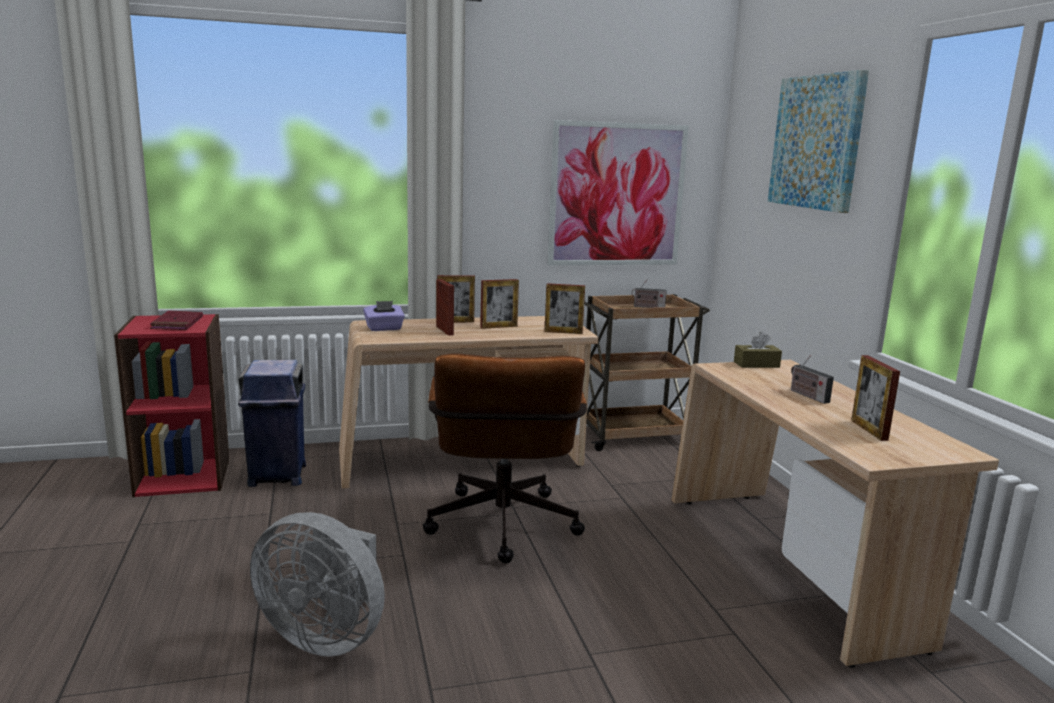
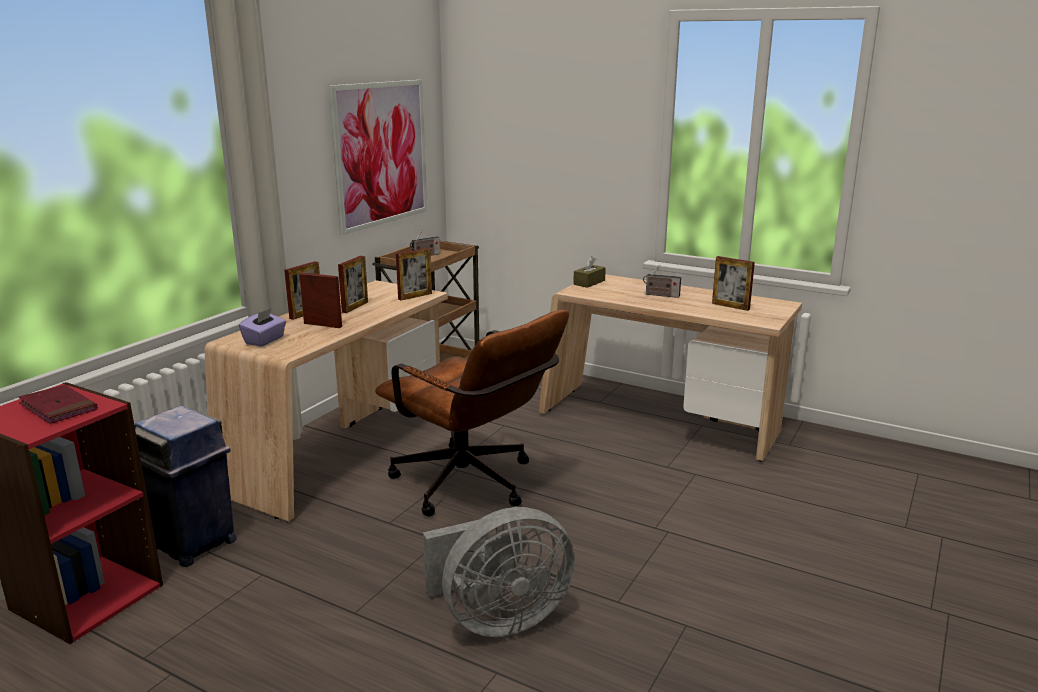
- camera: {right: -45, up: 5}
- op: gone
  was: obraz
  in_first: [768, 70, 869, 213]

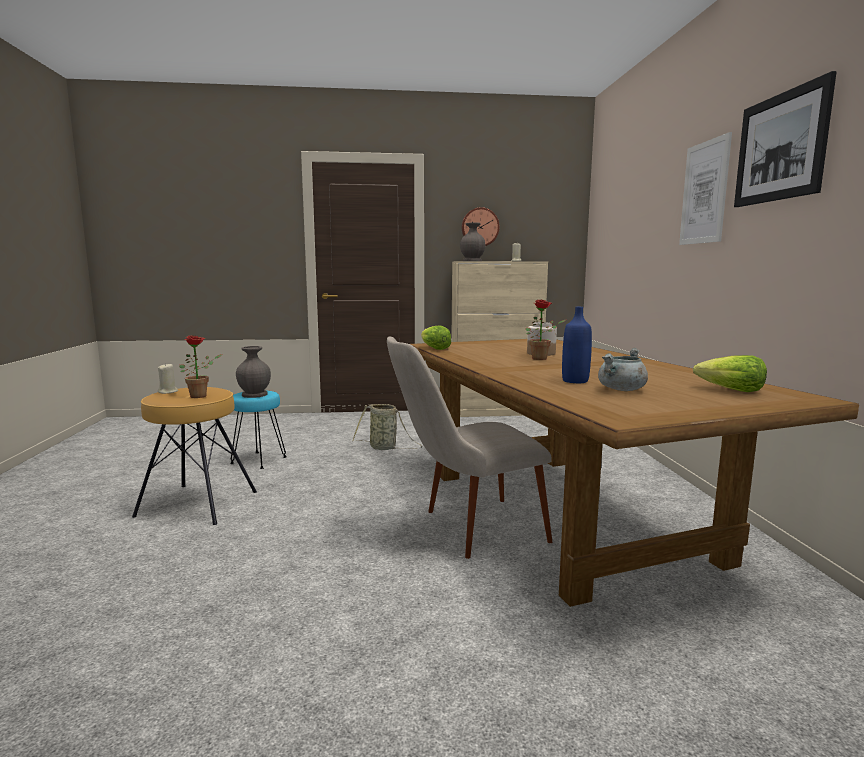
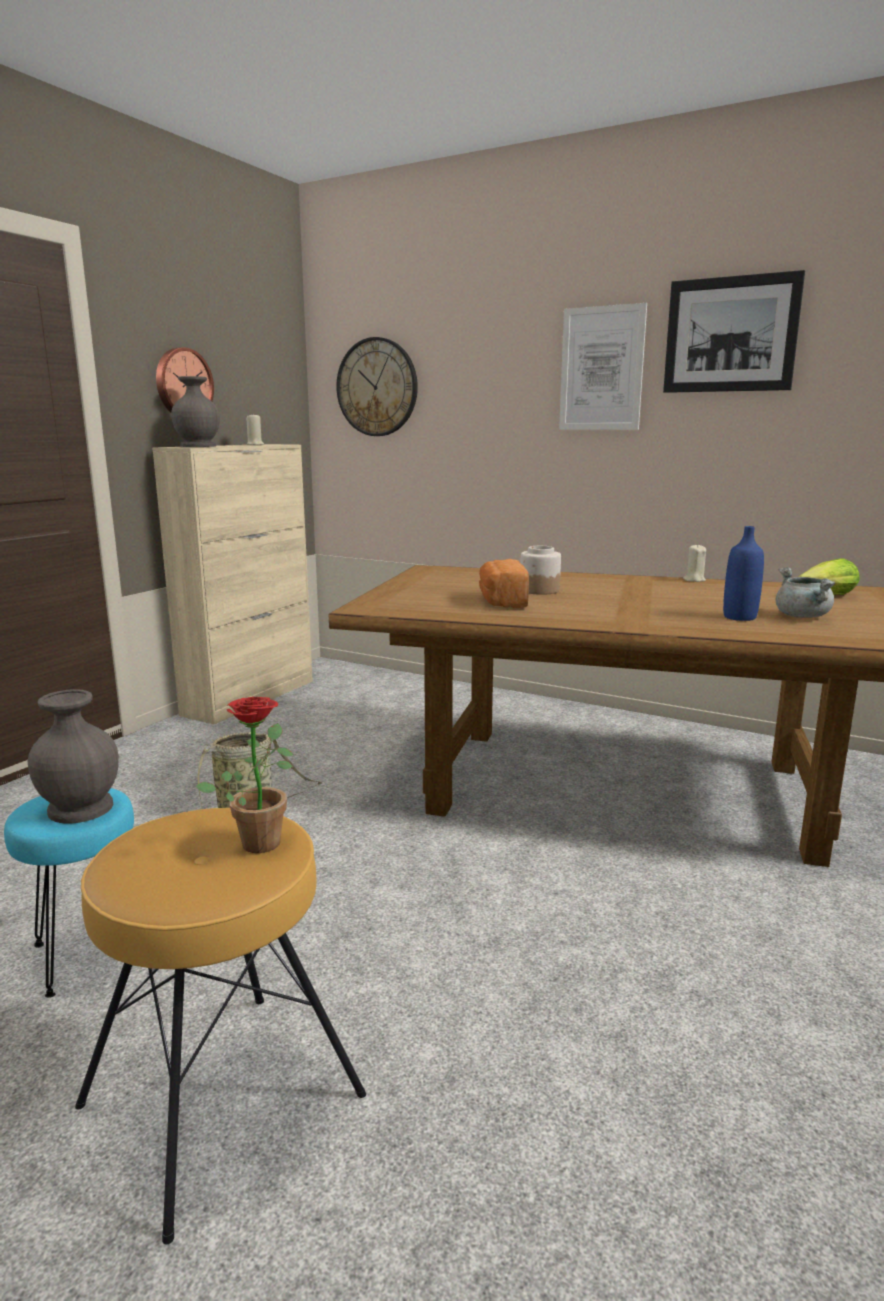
- camera: {right: -55, up: 5}
- op: shifted
  was: świeca [beżowy]
  in_first: [158, 363, 178, 394]
  in_second: [683, 544, 706, 582]
- op: gone
  was: krzesło [beżowy]
  in_first: [387, 336, 552, 559]
- op: gone
  was: sałata
  in_first: [421, 326, 451, 350]
- op: gone
  was: roślina doniczkowa
  in_first: [525, 299, 566, 360]
- op: new
  now: zegar ścienny
  in_second: [336, 337, 418, 436]
- op: new
  now: chleb
  in_second: [479, 559, 529, 608]

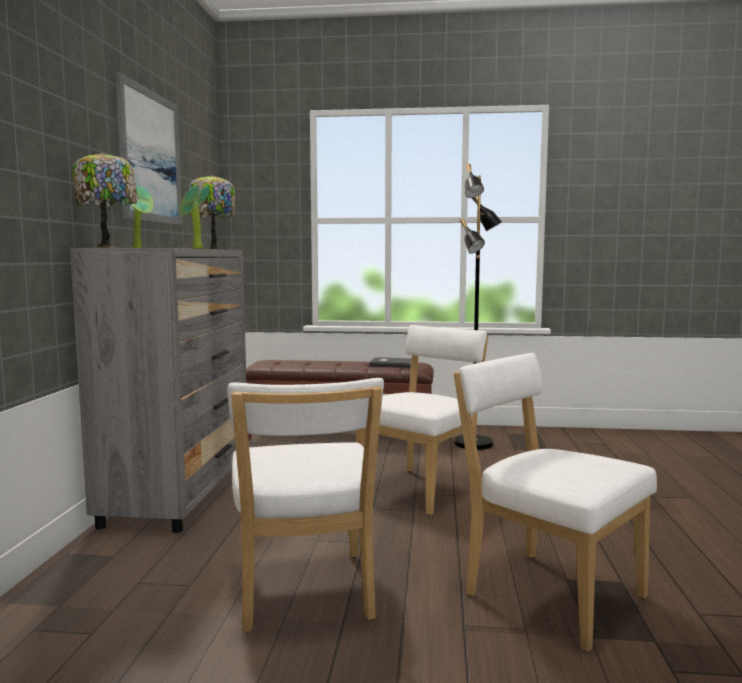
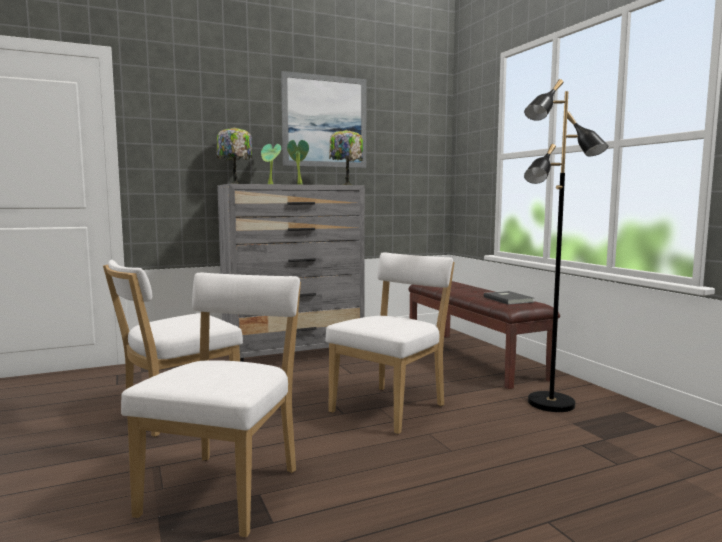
- camera: {right: 60, up: 0}
- op: rotated
  was: krzesło [biały]
  in_first: [356, 325, 488, 516]
  in_second: [325, 253, 455, 434]
  clockwise: -60

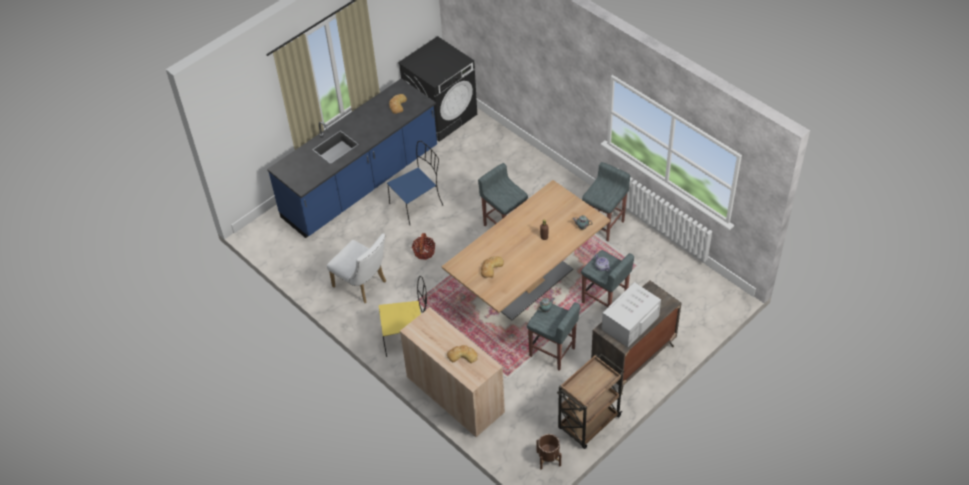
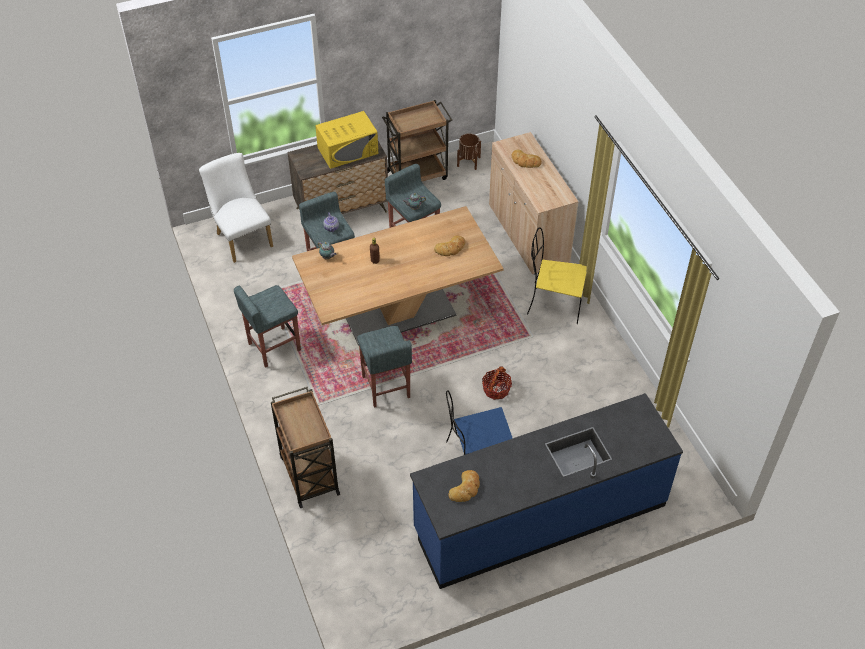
- camera: {right: -160, up: 0}
- op: shifted
  was: krzesło [biały]
  in_first: [327, 233, 386, 303]
  in_second: [199, 153, 273, 263]
- op: gone
  was: pralka [czarny]
  in_first: [398, 36, 477, 142]
- op: repainted
  was: mikrofalówka [biały]
  now: mikrofalówka [żółty]
  in_first: [602, 282, 661, 347]
  in_second: [315, 111, 378, 169]
- op: new
  now: wózek [brązowy]
  in_second: [271, 387, 340, 508]

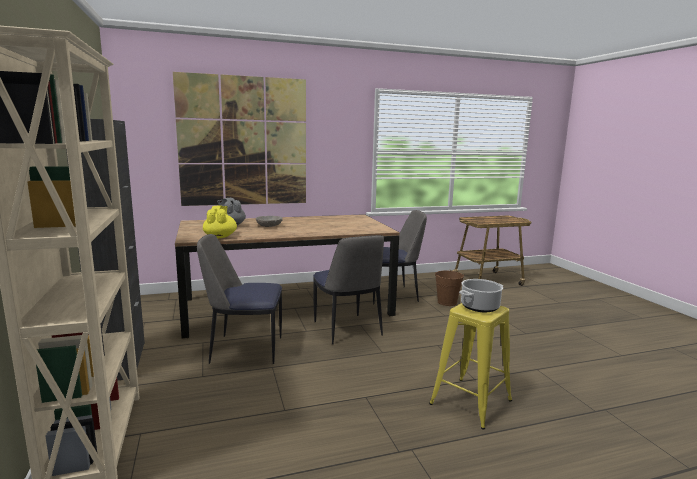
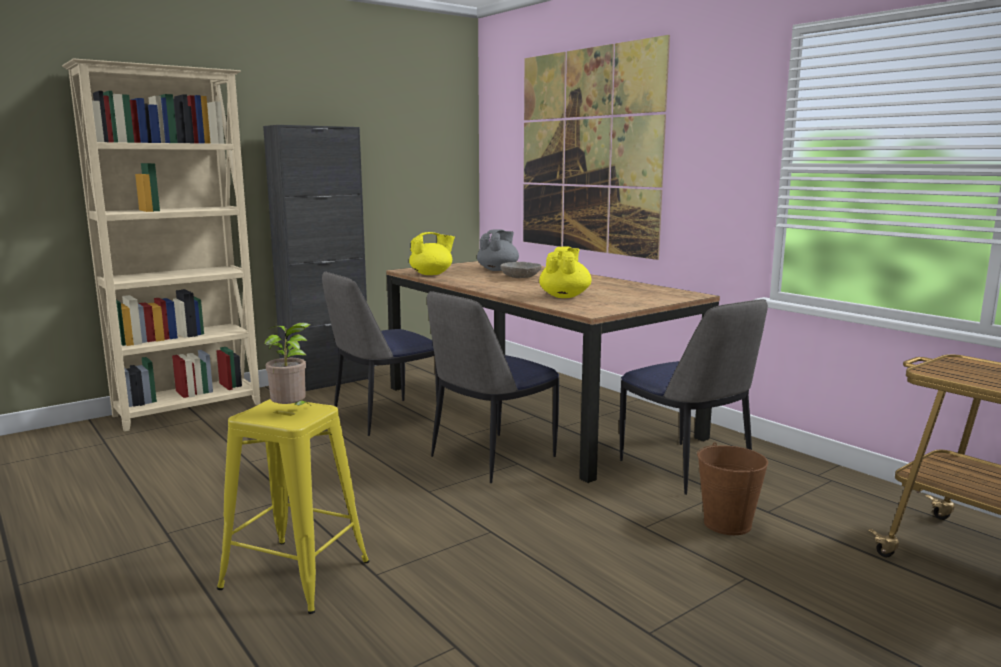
- camera: {right: 70, up: 0}
- op: rotated
  was: krzesło
  in_first: [197, 234, 282, 364]
  in_second: [322, 271, 439, 436]
  clockwise: -105
- op: swapped
  was: garnek
  now: roślina doniczkowa
  in_first: [459, 279, 503, 312]
  in_second: [264, 323, 310, 405]
- op: new
  now: imbryk [żółty]
  in_second: [539, 246, 592, 298]

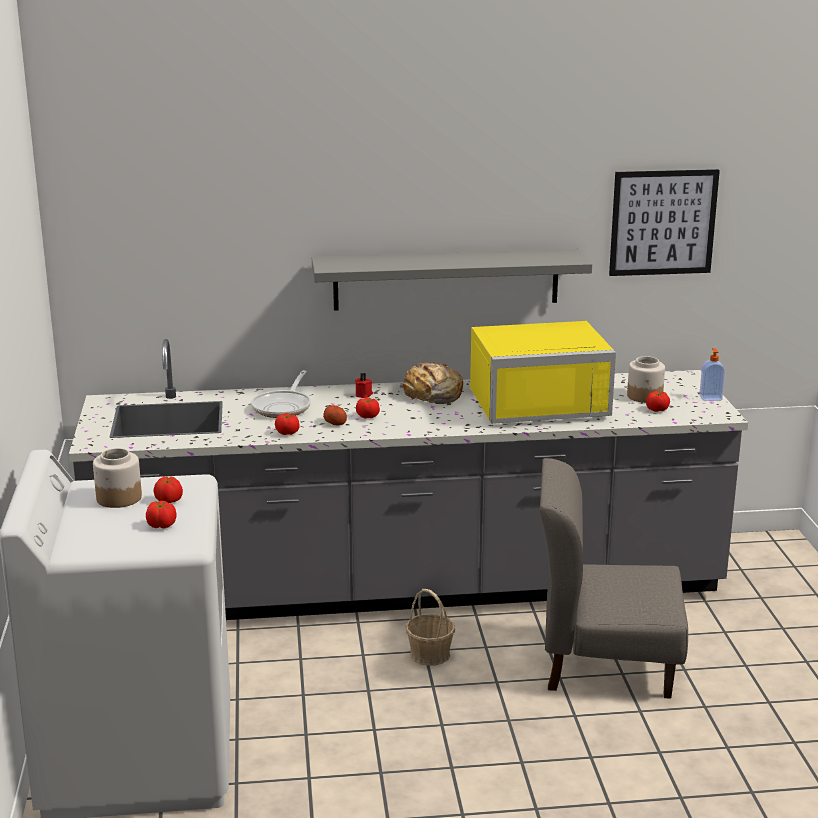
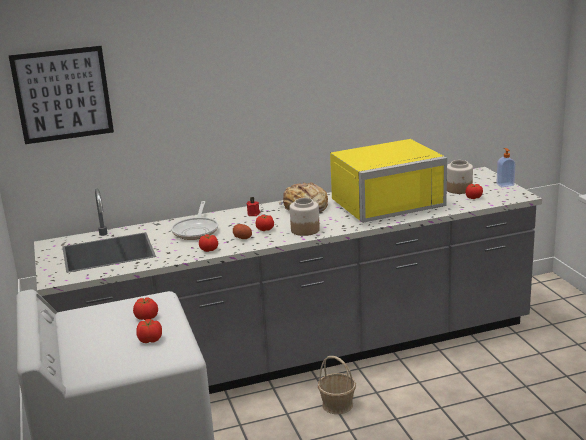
- camera: {right: -10, up: 0}
- op: shifted
  was: słoik
  in_first: [93, 448, 142, 508]
  in_second: [290, 198, 320, 236]
- op: gone
  was: półka [szary]
  in_first: [312, 249, 592, 311]
- op: gone
  was: krzesło [szary]
  in_first: [540, 458, 688, 699]
- op: shifted
  was: obraz
  in_first: [609, 169, 720, 276]
  in_second: [9, 46, 114, 144]

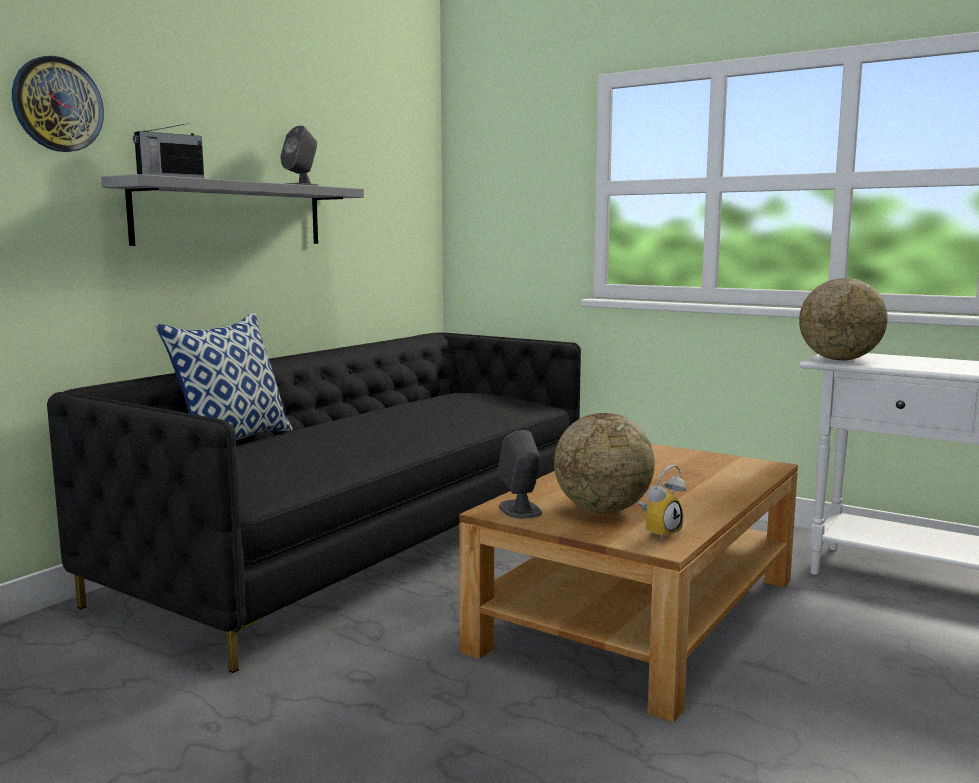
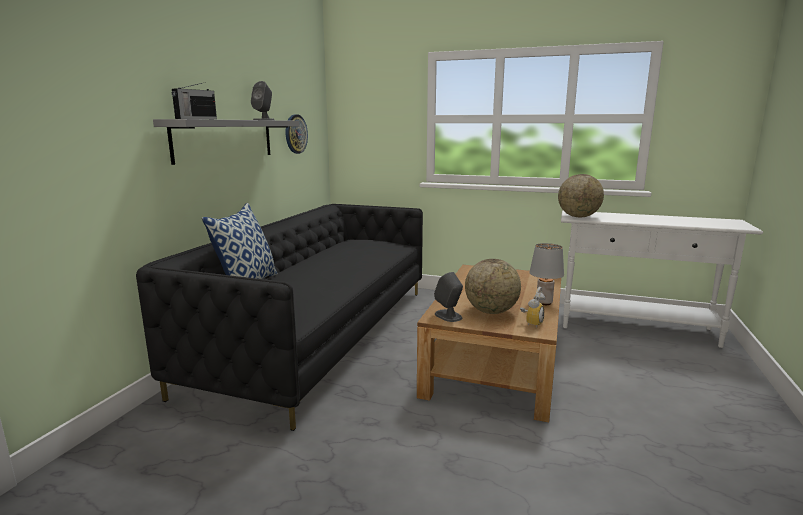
- camera: {right: -15, up: 5}
- op: shifted
  was: zegar ścienny
  in_first: [12, 56, 104, 152]
  in_second: [286, 114, 308, 154]
- op: new
  now: lampa stołowa [szary]
  in_second: [530, 243, 564, 305]

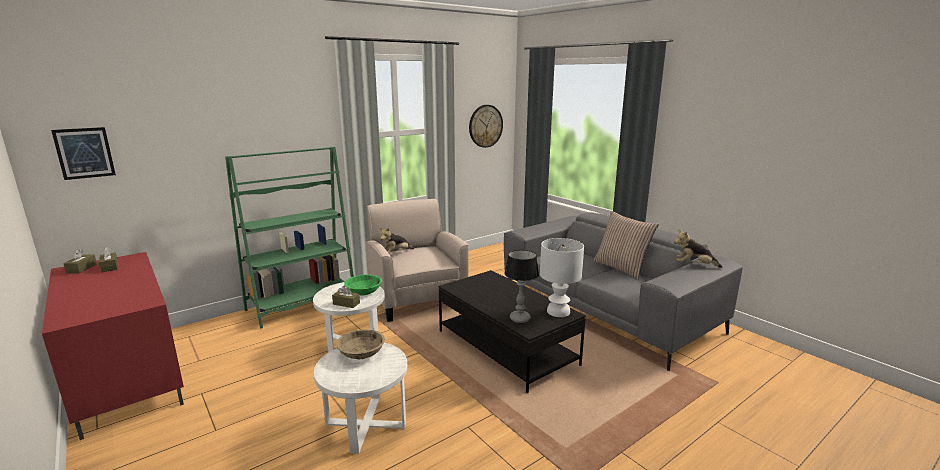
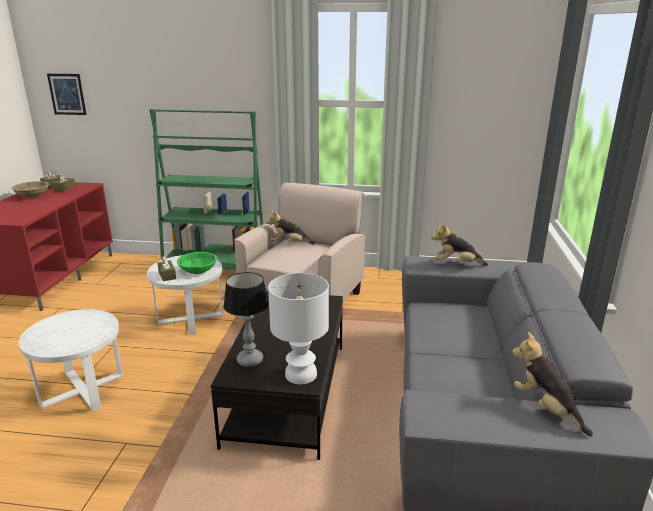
- camera: {right: 45, up: 5}
- op: shifted
  was: miska [beżowy]
  in_first: [336, 329, 385, 359]
  in_second: [12, 181, 49, 198]
- op: gone
  was: zegar ścienny
  in_first: [469, 105, 503, 148]
- op: gone
  was: poduszka
  in_first: [593, 211, 659, 279]
- op: new
  now: pluszak
  in_second: [432, 222, 488, 266]

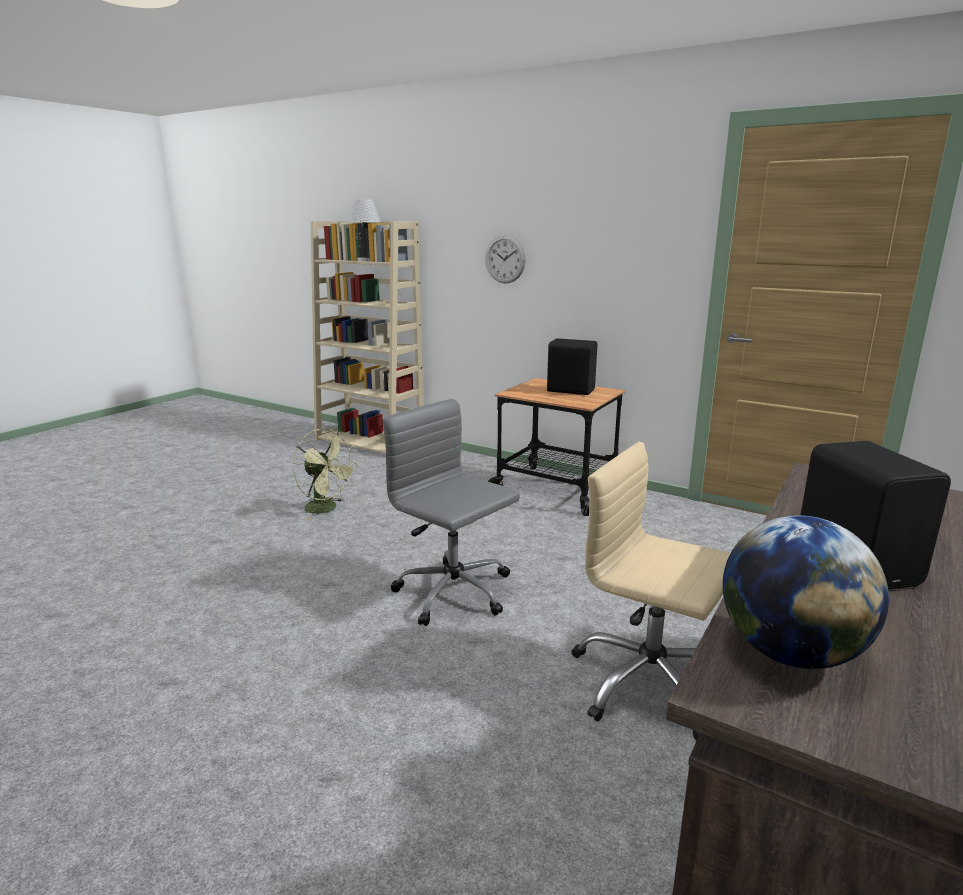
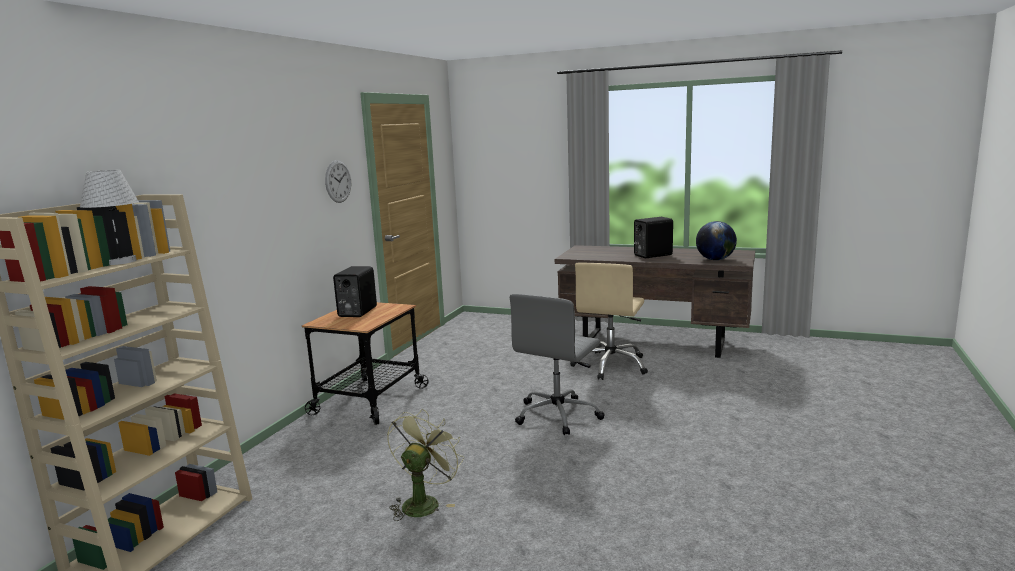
- camera: {right: -100, up: -5}
- op: shifted
  was: zegar ścienny
  in_first: [485, 235, 526, 283]
  in_second: [325, 160, 351, 203]

